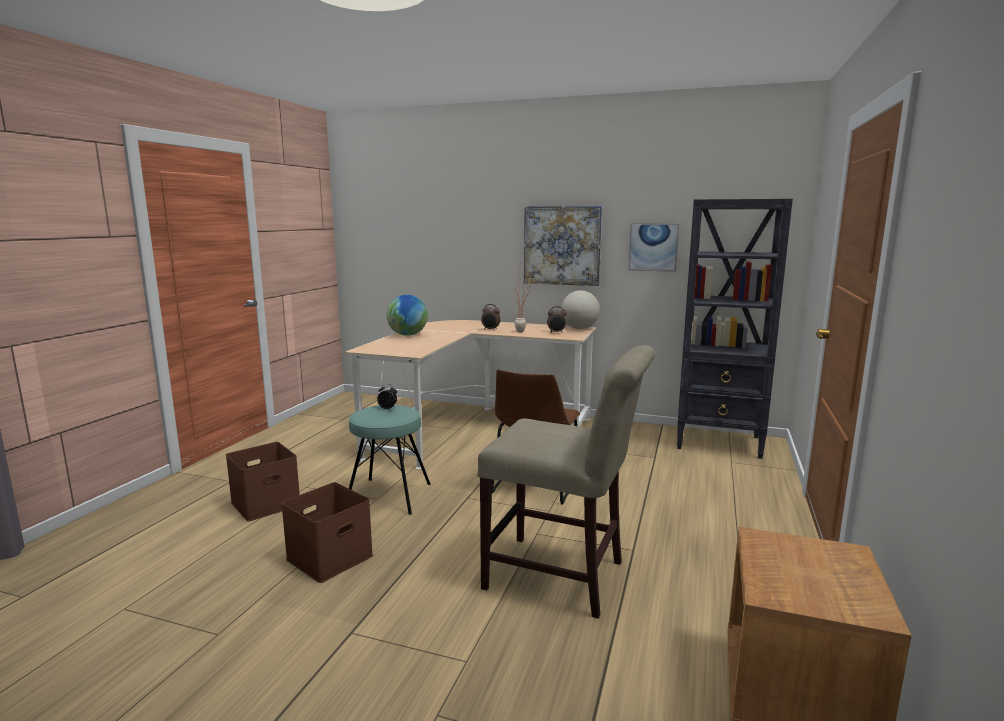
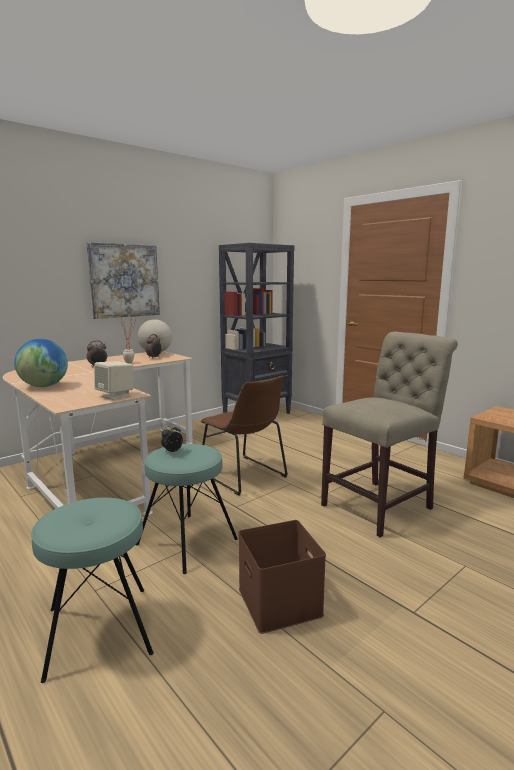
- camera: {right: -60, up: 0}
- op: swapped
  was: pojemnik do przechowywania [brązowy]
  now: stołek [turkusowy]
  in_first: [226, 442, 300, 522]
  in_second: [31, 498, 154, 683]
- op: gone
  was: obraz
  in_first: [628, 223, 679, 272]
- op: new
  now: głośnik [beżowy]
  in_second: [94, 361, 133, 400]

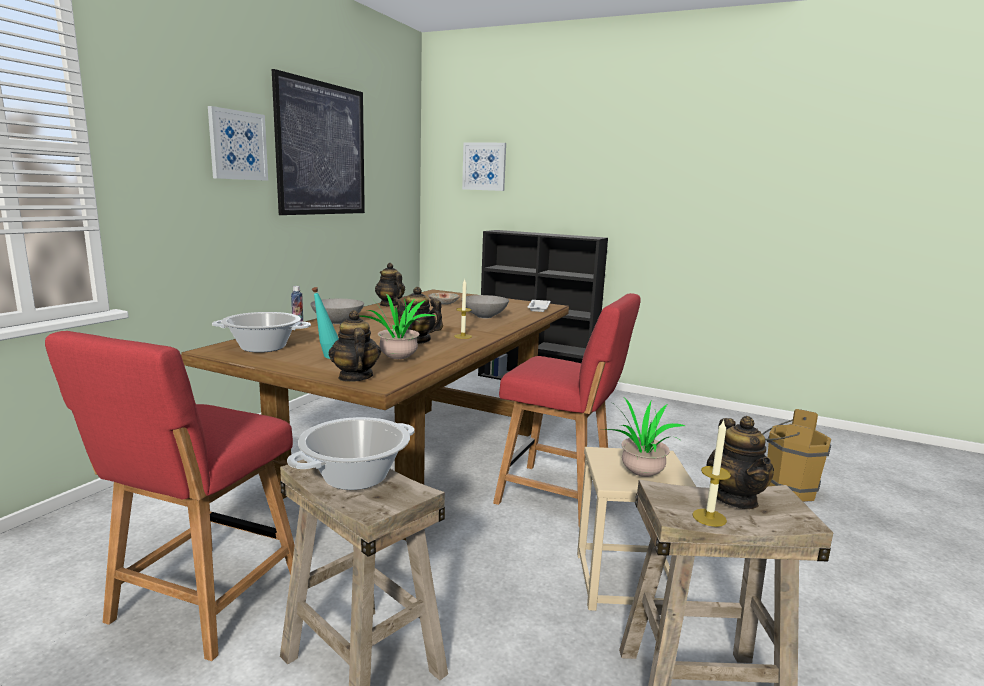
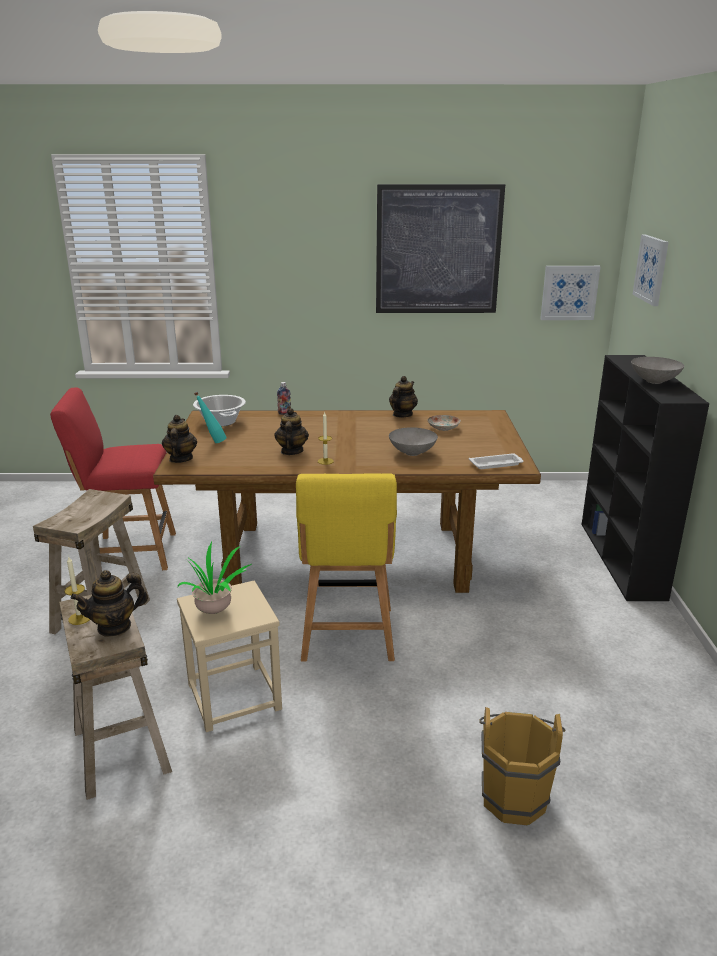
- camera: {right: 65, up: 10}
- op: shifted
  was: obraz
  in_first: [208, 106, 268, 181]
  in_second: [540, 266, 601, 320]
- op: gone
  was: garnek
  in_first: [287, 417, 415, 490]
- op: shifted
  was: miska [szary]
  in_first: [310, 299, 364, 324]
  in_second: [631, 357, 684, 384]
- op: rotated
  was: imbryk
  in_first: [329, 310, 381, 382]
  in_second: [162, 415, 197, 463]
  clockwise: -45
- op: gone
  was: roślina doniczkowa
  in_first: [360, 293, 436, 359]
- op: repainted
  was: krzesło [czerwony]
  now: krzesło [żółty]
  in_first: [493, 293, 641, 527]
  in_second: [296, 473, 397, 662]

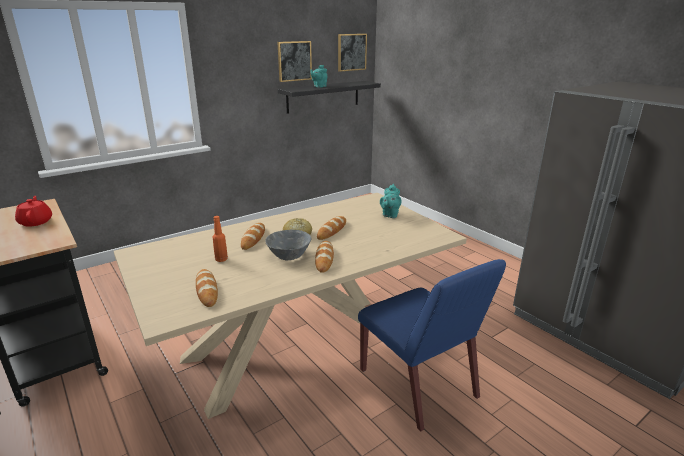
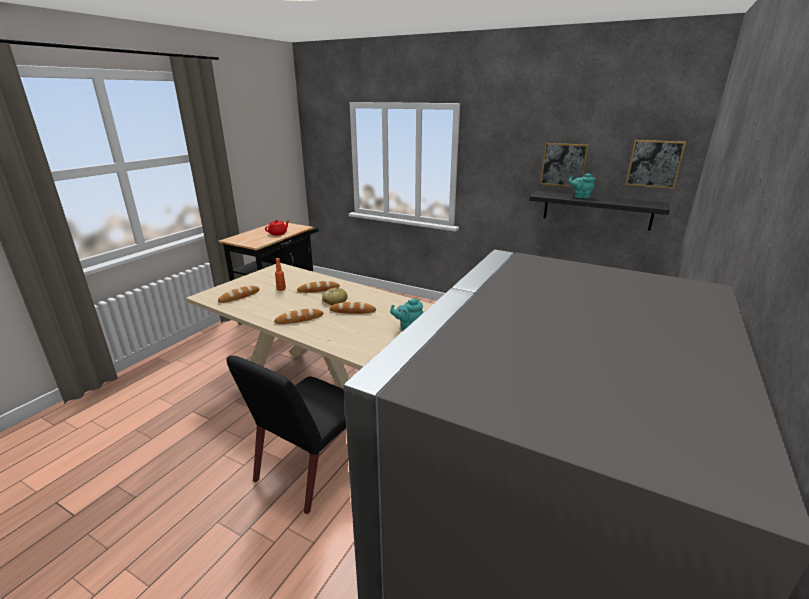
- camera: {right: 65, up: 0}
- op: gone
  was: miska [szary]
  in_first: [265, 230, 311, 260]
- op: repainted
  was: krzesło [niebieski]
  now: krzesło [czarny]
  in_first: [358, 259, 506, 432]
  in_second: [226, 356, 346, 514]

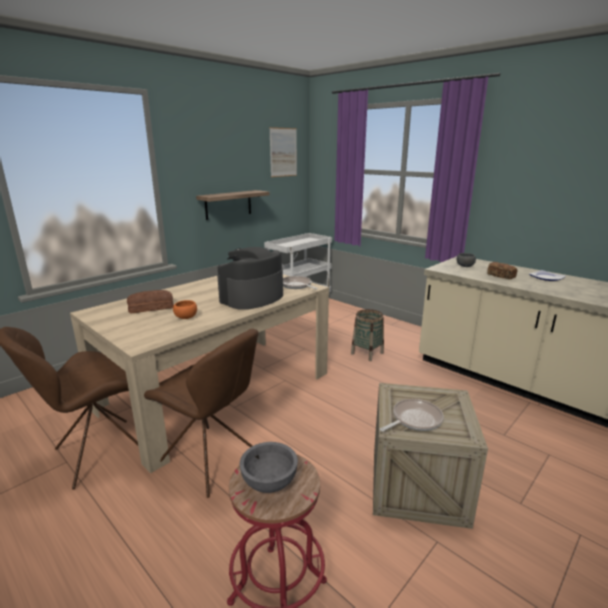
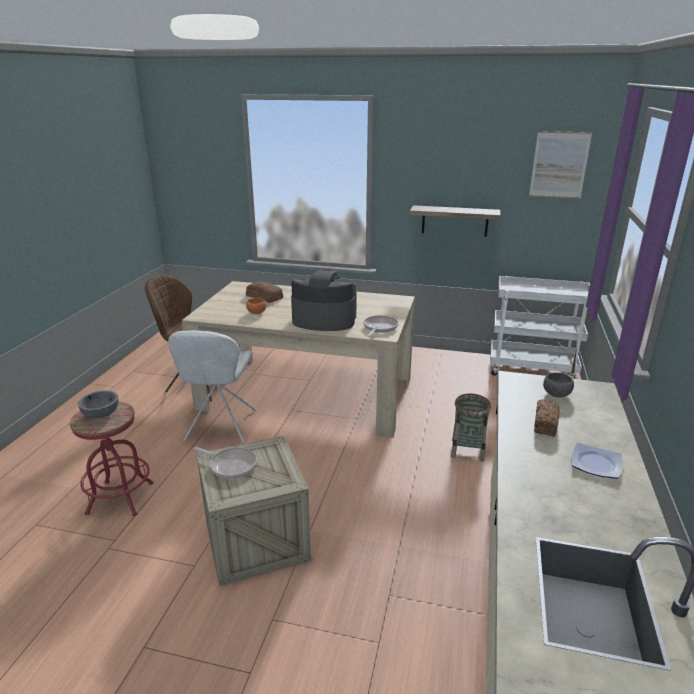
- camera: {right: 60, up: 5}
- op: repainted
  was: krzesło [brązowy]
  now: krzesło [biały]
  in_first: [144, 329, 258, 498]
  in_second: [168, 331, 256, 443]

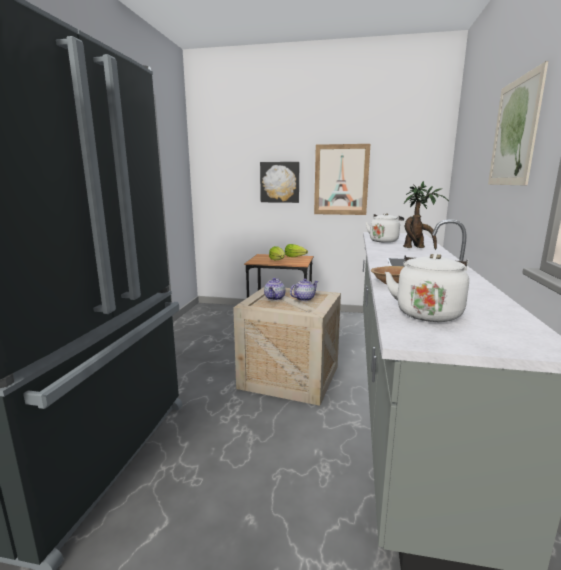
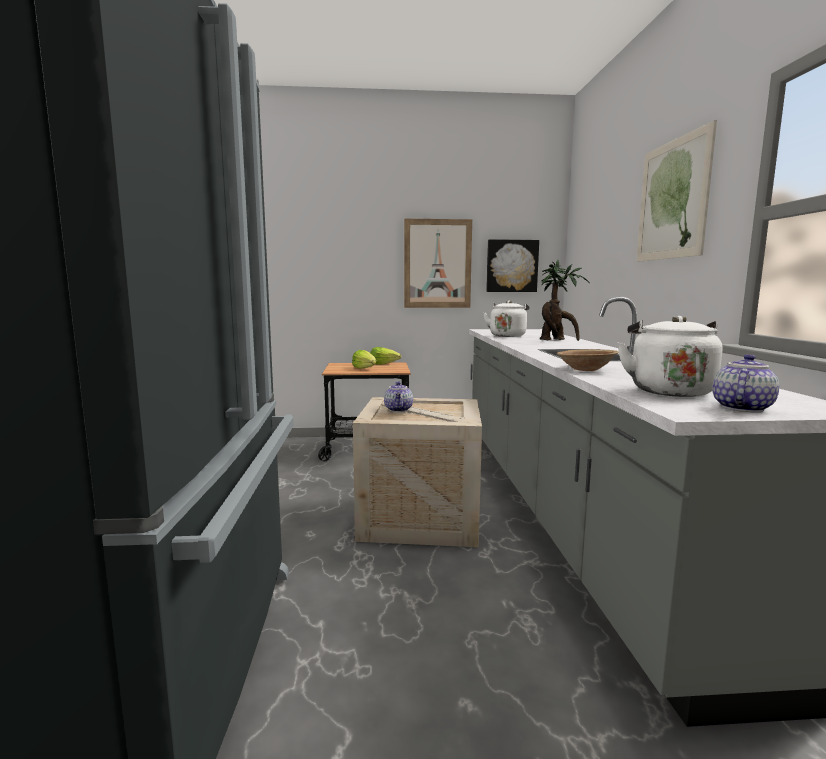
- camera: {right: -15, up: -5}
- op: shifted
  was: obraz
  in_first: [260, 162, 299, 203]
  in_second: [486, 239, 539, 292]
- op: shifted
  was: imbryk
  in_first: [290, 278, 319, 301]
  in_second: [712, 354, 779, 412]

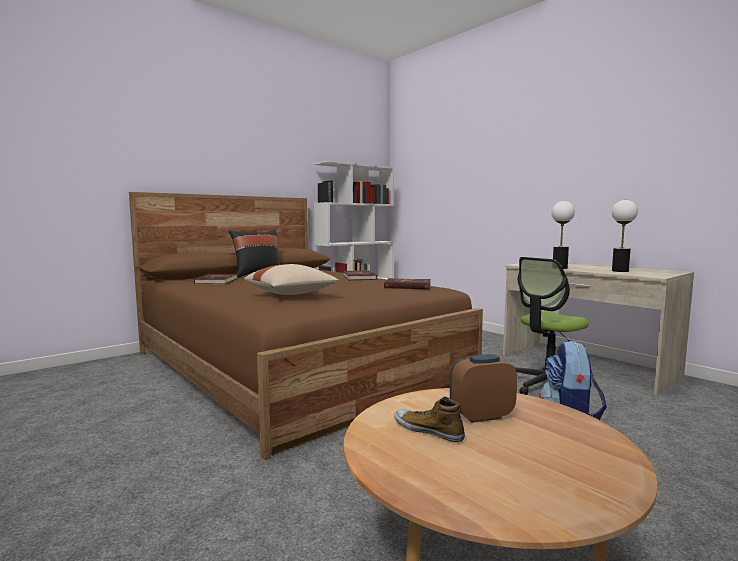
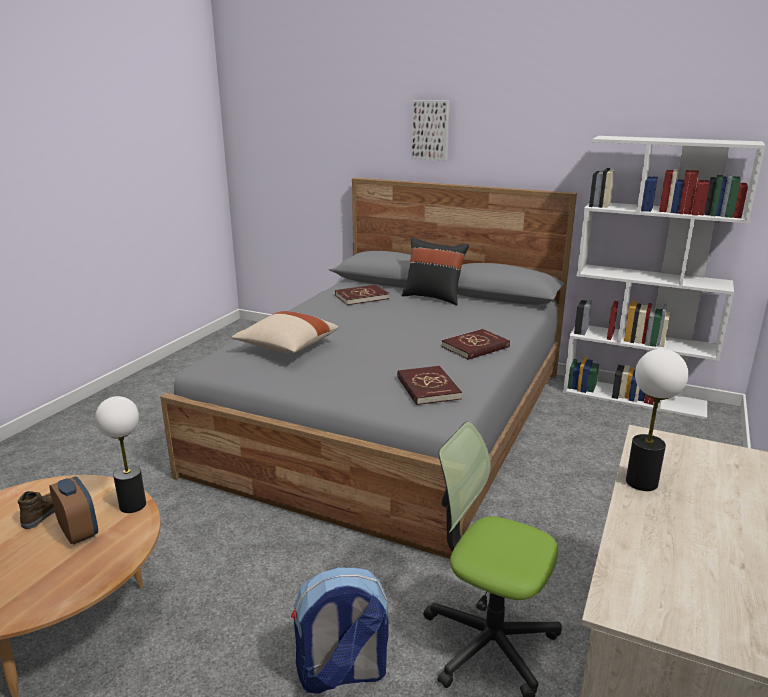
- camera: {right: 65, up: 15}
- op: repainted
  was: łóżko [brązowy]
  now: łóżko [szary]
  in_first: [129, 192, 483, 460]
  in_second: [160, 178, 577, 559]
- op: shifted
  was: lampa stołowa
  in_first: [612, 200, 638, 272]
  in_second: [95, 396, 146, 513]
- op: new
  now: obraz
  in_second: [411, 100, 449, 160]

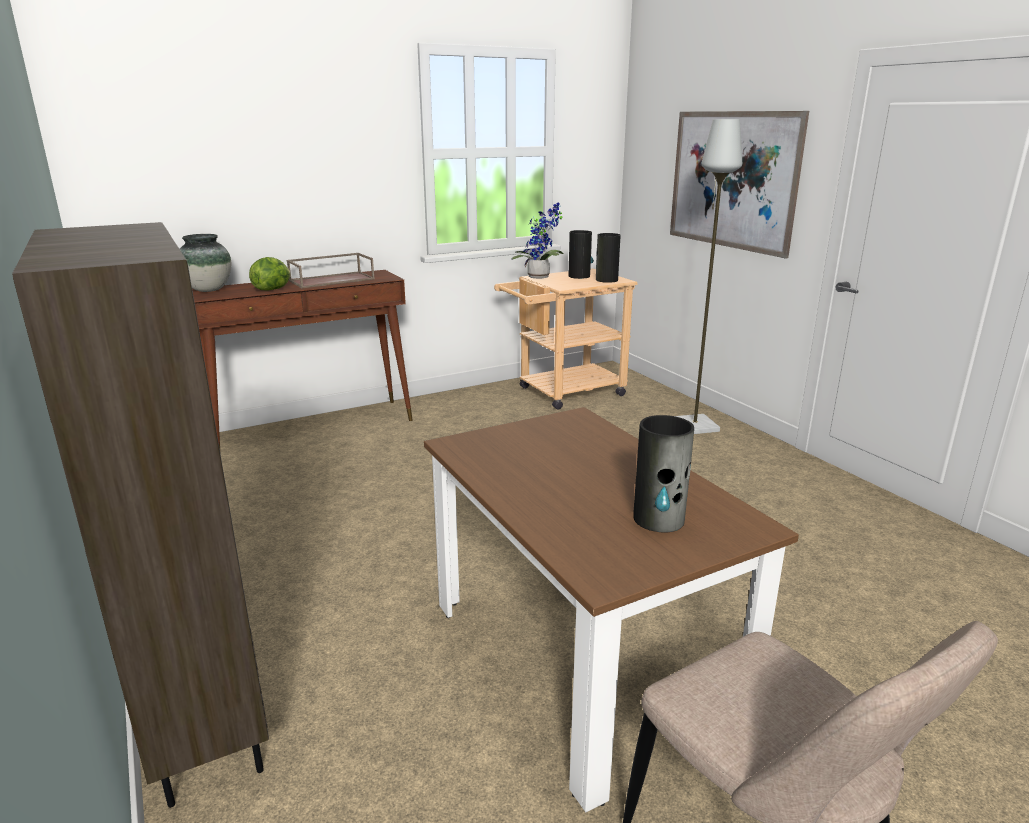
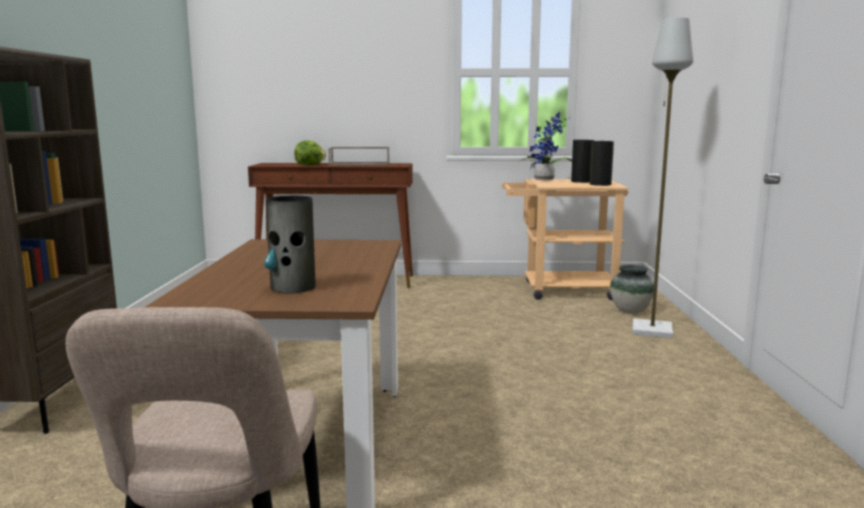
- camera: {right: 30, up: -10}
- op: shifted
  was: wazon
  in_first: [180, 234, 231, 292]
  in_second: [610, 265, 654, 314]
- op: gone
  was: obraz
  in_first: [670, 111, 809, 259]

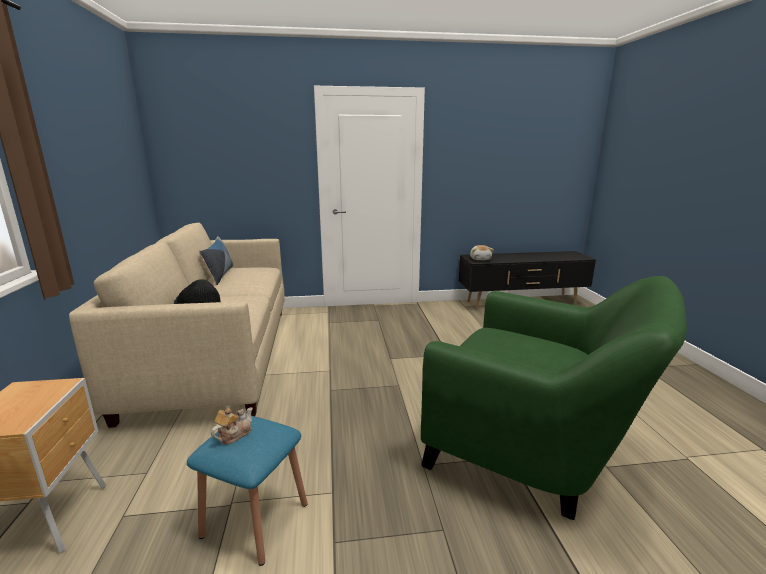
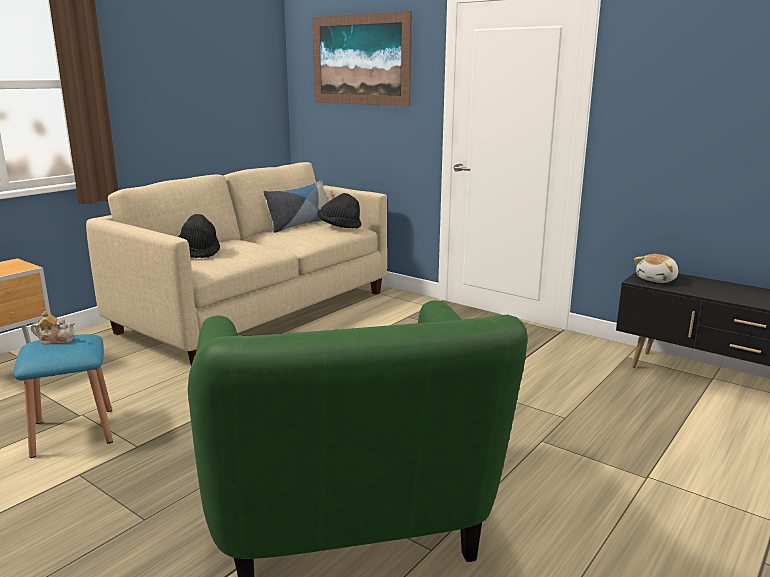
- camera: {right: 45, up: 0}
- op: new
  now: obraz
  in_second: [312, 11, 412, 106]
- op: new
  now: kapelusz [czarny]
  in_second: [318, 193, 361, 228]

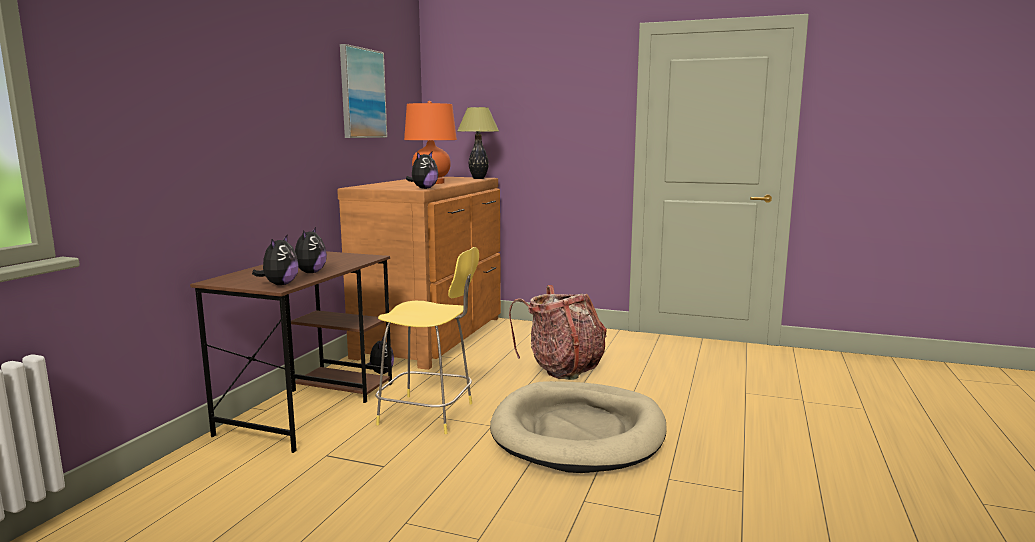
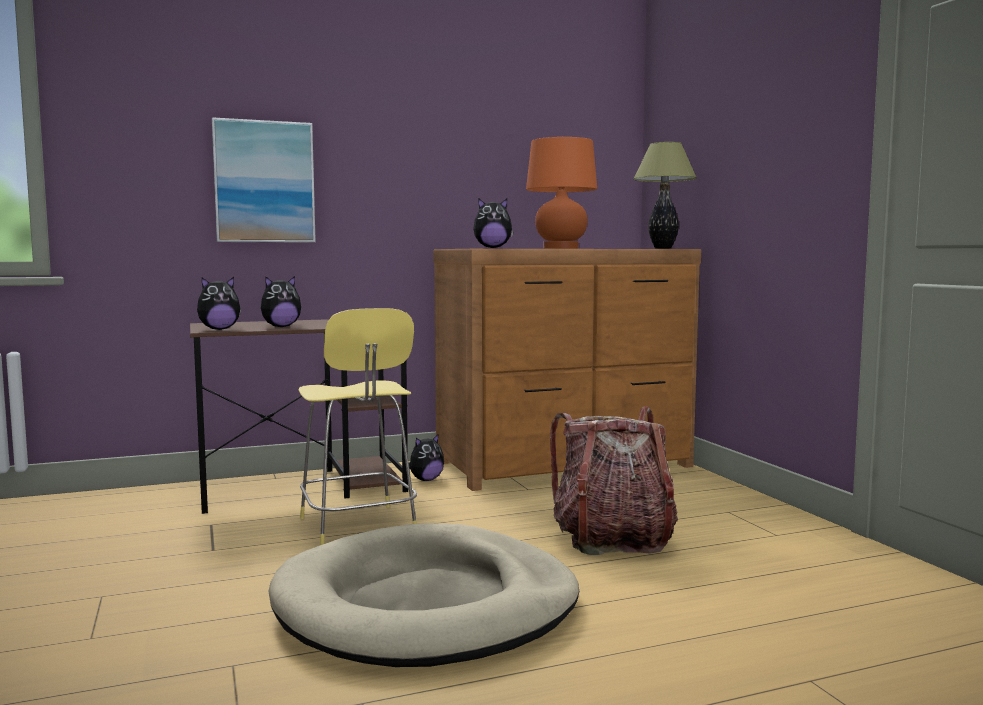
- camera: {right: 50, up: -5}
- op: shifted
  was: obraz
  in_first: [340, 44, 387, 138]
  in_second: [212, 117, 316, 243]

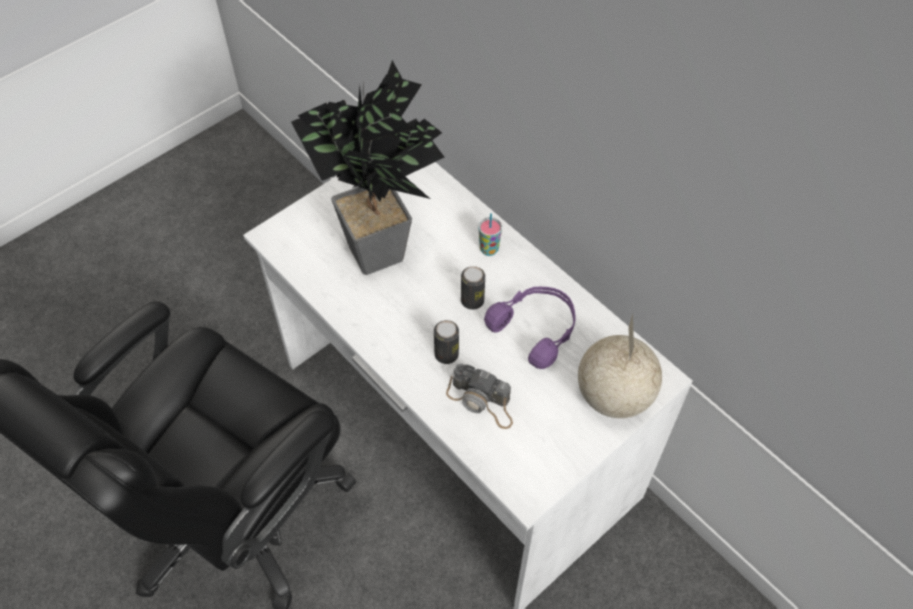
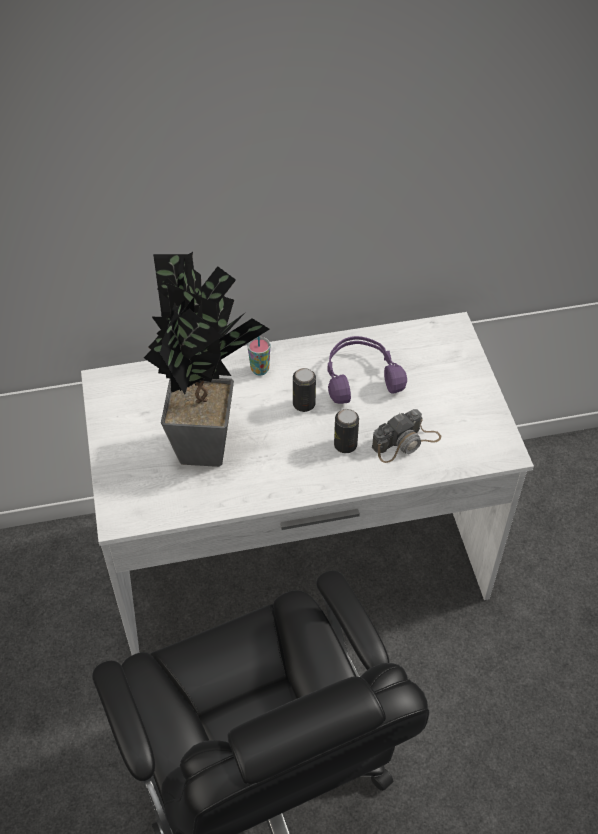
- camera: {right: -60, up: -5}
- op: gone
  was: globus
  in_first: [578, 313, 662, 418]

